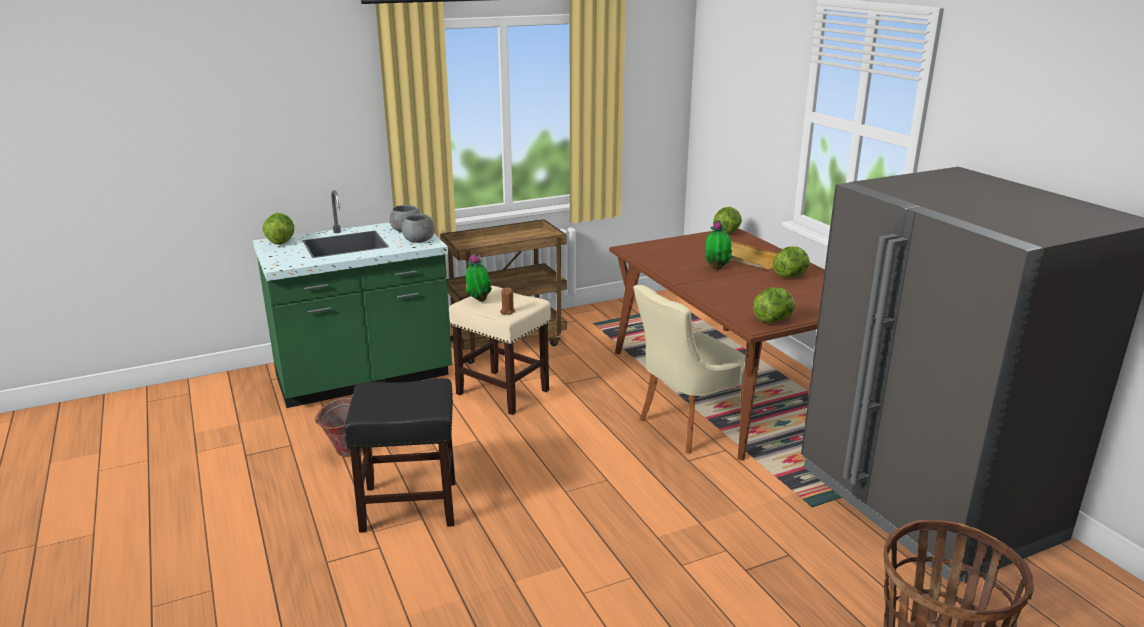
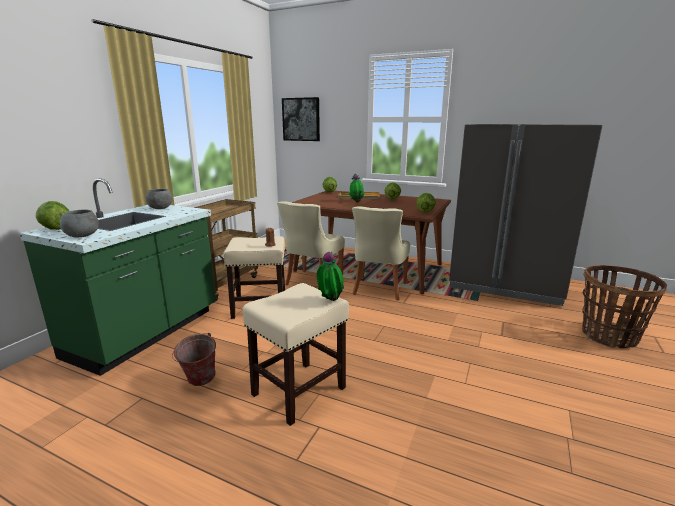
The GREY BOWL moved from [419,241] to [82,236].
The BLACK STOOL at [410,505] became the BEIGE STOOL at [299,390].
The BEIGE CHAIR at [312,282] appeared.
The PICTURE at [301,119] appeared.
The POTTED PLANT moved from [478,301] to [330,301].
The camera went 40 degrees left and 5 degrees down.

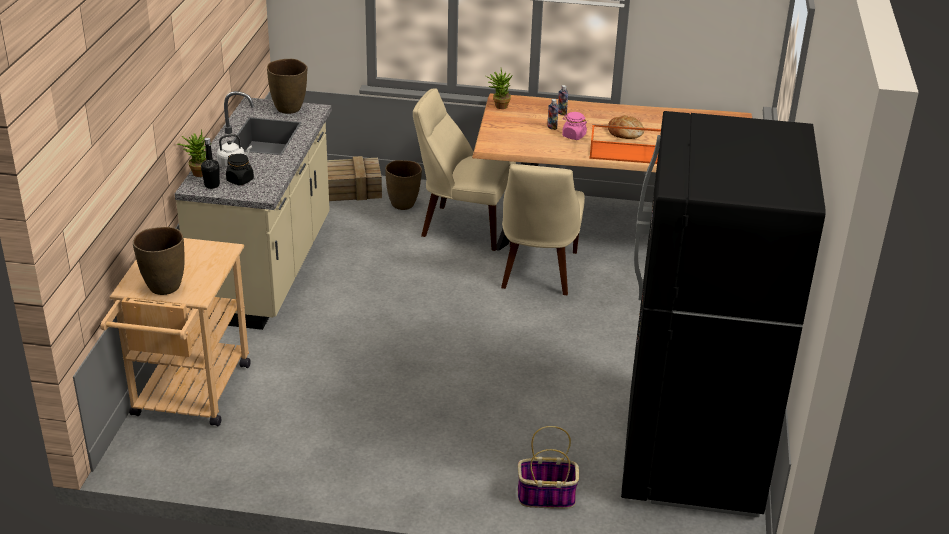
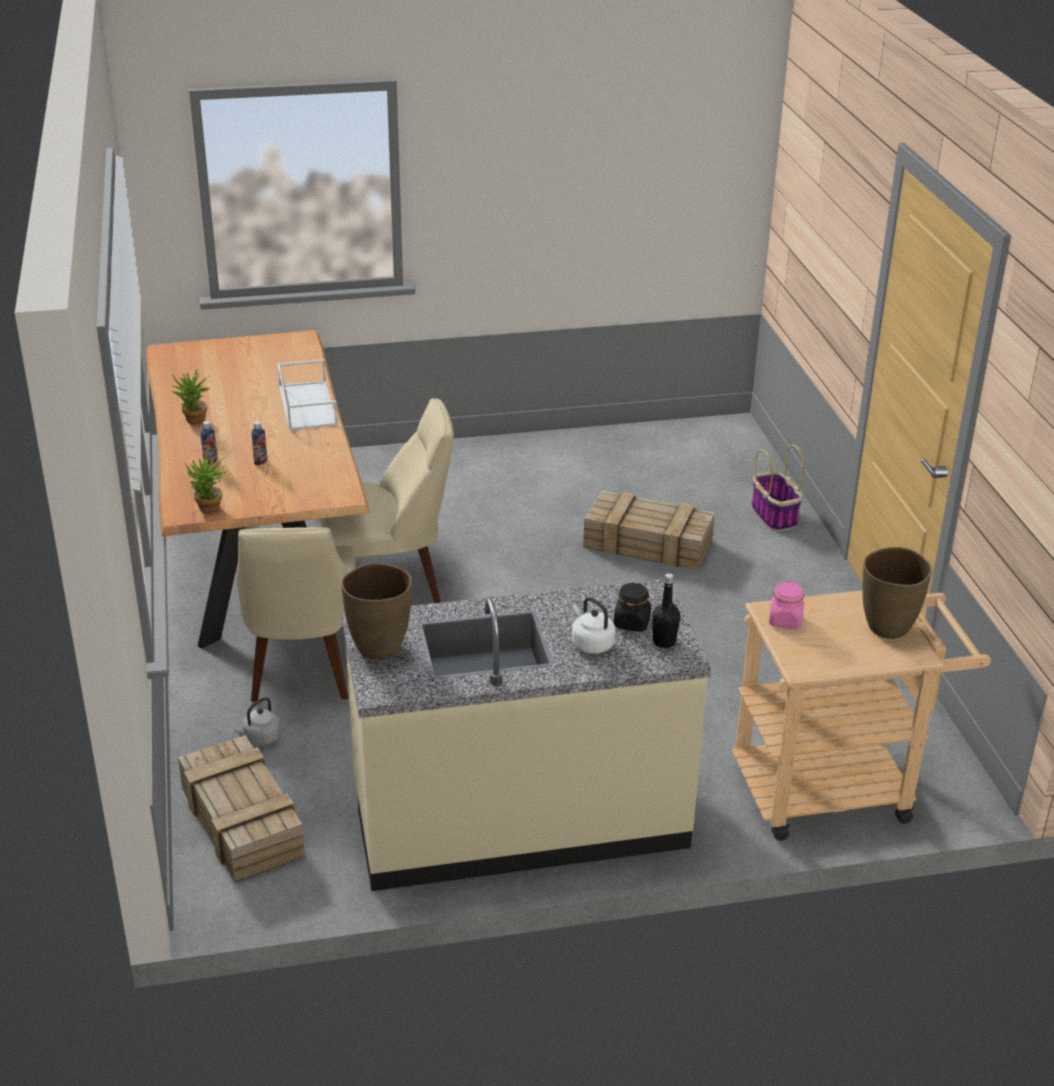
The POTTED PLANT moved from [197,172] to [194,422].
The BROWN VASE at [403,204] was replaced by the GREY KETTLE at [261,739].
The ORANGE TRAY at [626,152] became the WHITE TRAY at [306,405].
The CRATE at [650,544] appeared.
The PINK JAR moved from [573,136] to [785,621].
The BREAD at [625,132] disappeared.
The BLACK FRIDGE at [692,457] disappeared.
The camera went 110 degrees left and 0 degrees up.

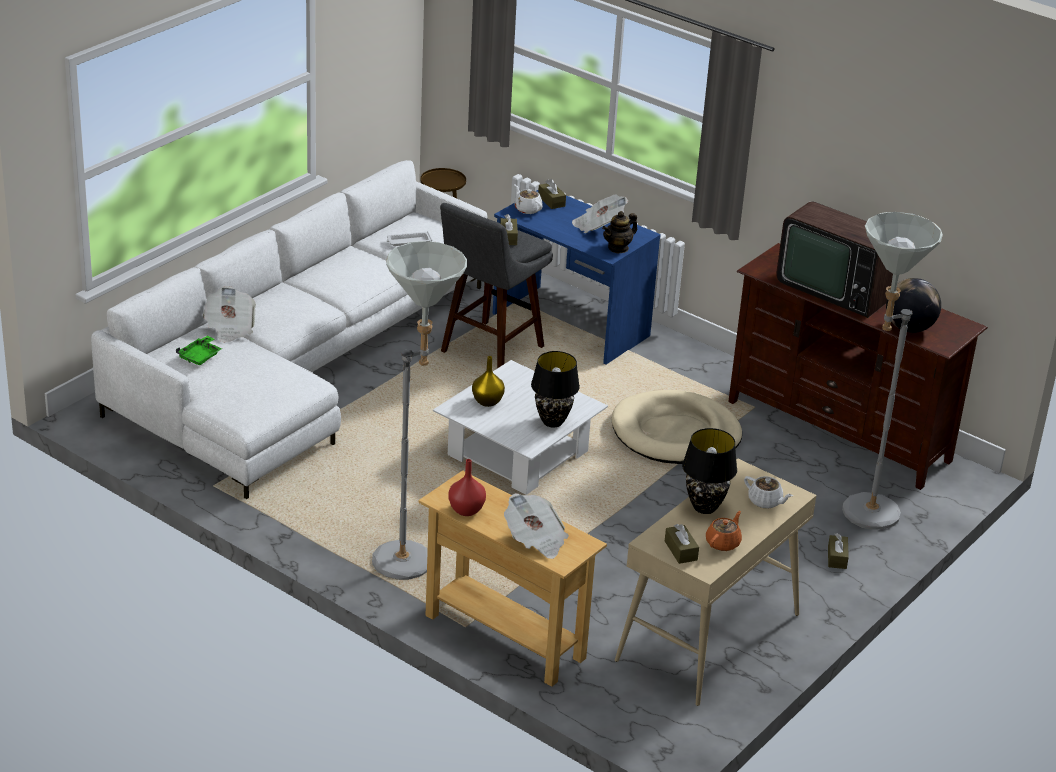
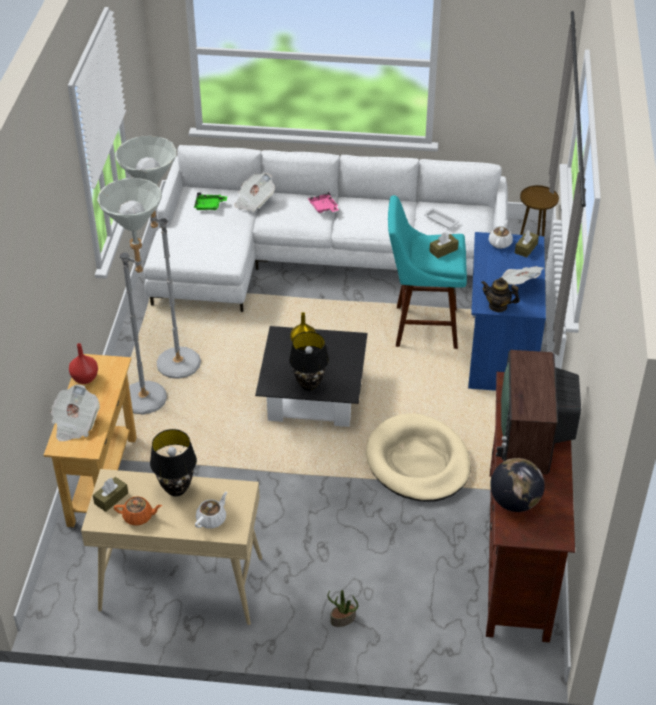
The GREY FLOOR LAMP moved from [859,514] to [172,359].
The WHITE TEAPOT at [765,502] turned 150 degrees counterclockwise.
The WHITE COFFEE TABLE at [518,454] became the BLACK COFFEE TABLE at [313,395].
The PINK TRAY at [323,207] appeared.
The BROWN TISSUE BOX at [837,557] was replaced by the POTTED PLANT at [343,619].
The GREY STOOL at [489,352] became the TURQUOISE STOOL at [421,327].
The camera went 60 degrees right and 10 degrees up.

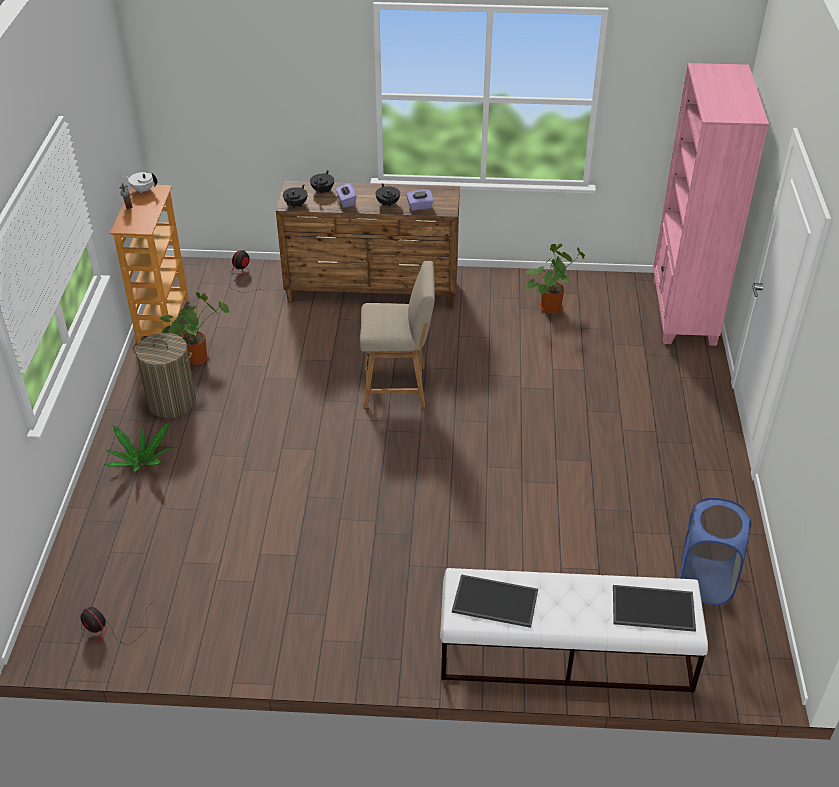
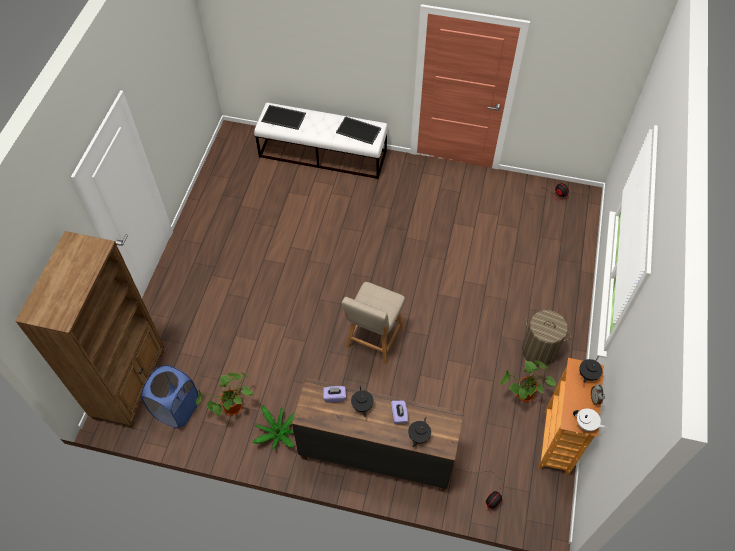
The PINK BOOKCASE at [683,312] became the BROWN BOOKCASE at [130,384].
The BLUE LAUNDRY BASKET moved from [705,581] to [177,408].
The POTTED PLANT moved from [141,463] to [278,433].
The BEIGE CHAIR at [399,386] turned 75 degrees counterclockwise.
The BLACK TEAPOT moved from [296,204] to [587,374].
The camera went 170 degrees left and 15 degrees up.

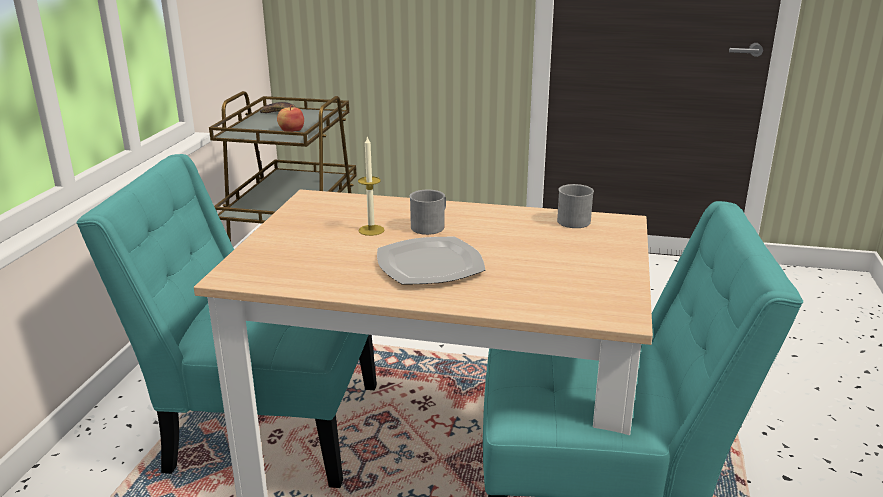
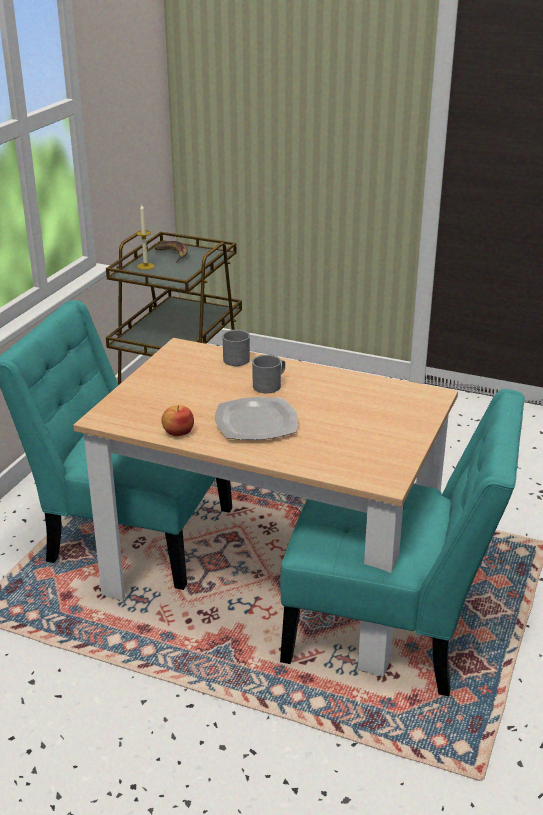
The CANDLE moved from [371,230] to [145,266].
The APPLE moved from [291,130] to [178,432].
The GREY MUG moved from [574,219] to [238,358].
The camera went 10 degrees right and 5 degrees up.

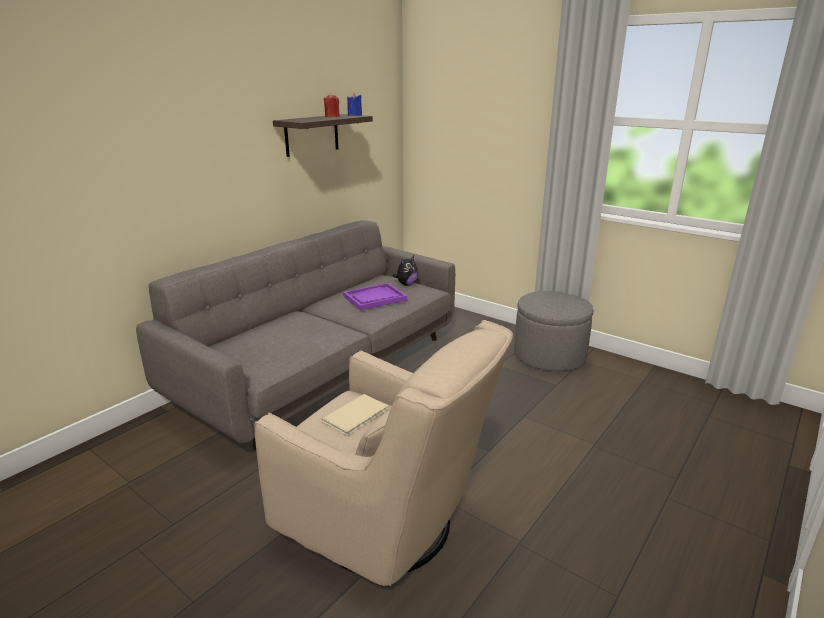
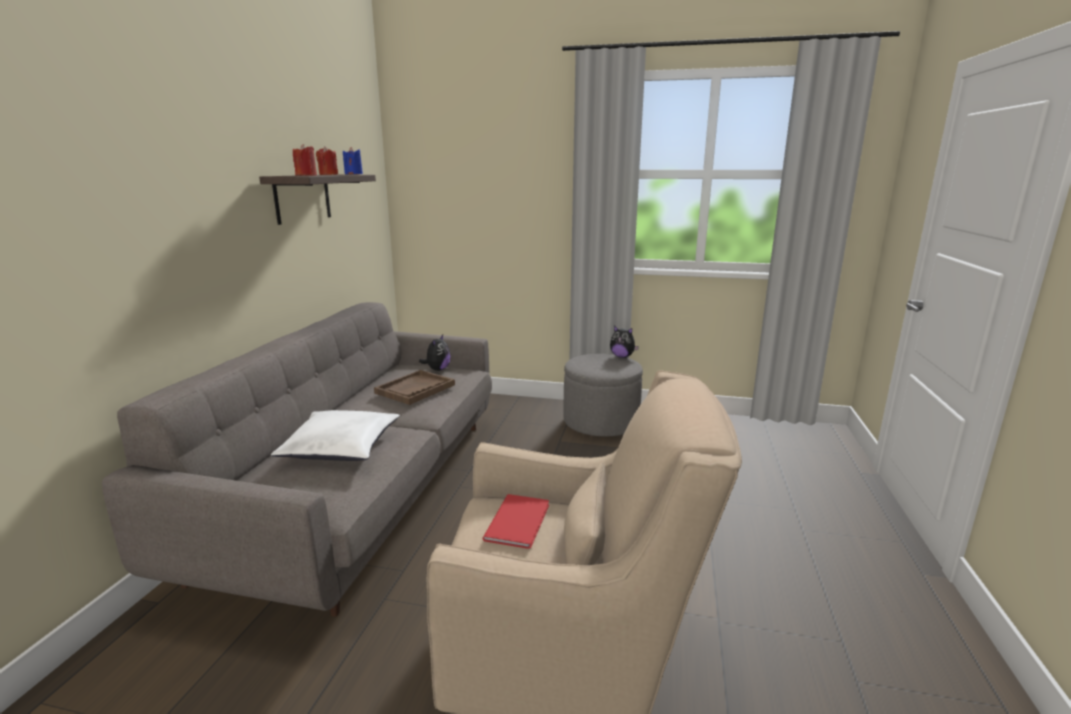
The WHITE PILLOW at [339,447] appeared.
The RED CANDLE at [306,175] appeared.
The PURPLE TRAY at [374,298] became the BROWN TRAY at [415,389].
The BEIGE BOOK at [358,415] became the RED BOOK at [520,521].
The PLUSH TOY at [622,356] appeared.
The camera went 25 degrees left and 5 degrees down.

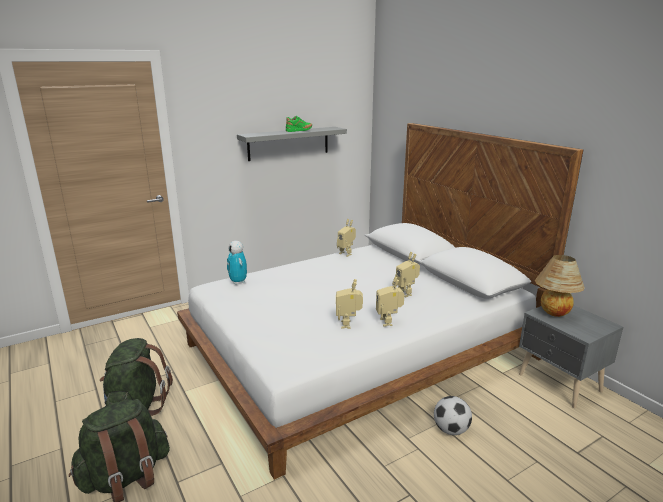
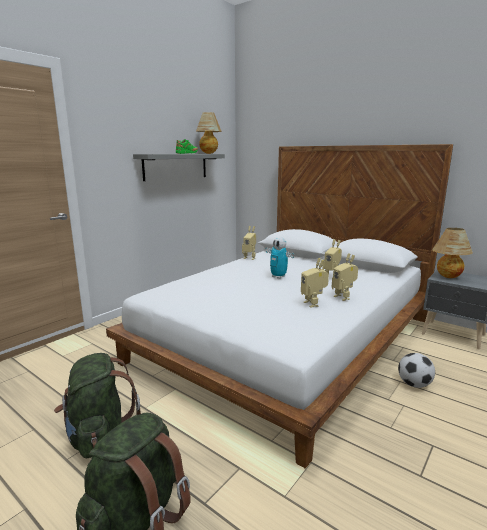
The TABLE LAMP at [209,153] appeared.
The TOY ROBOT moved from [238,282] to [278,277].
The camera went 20 degrees left and 5 degrees down.

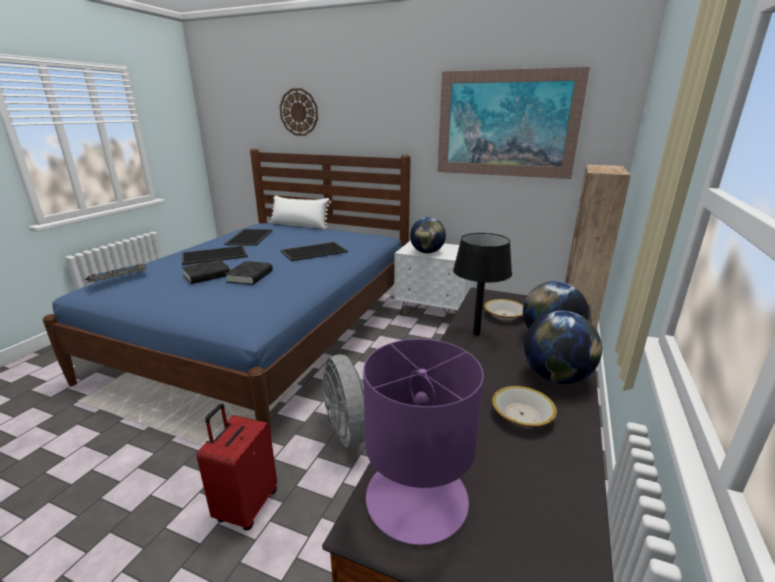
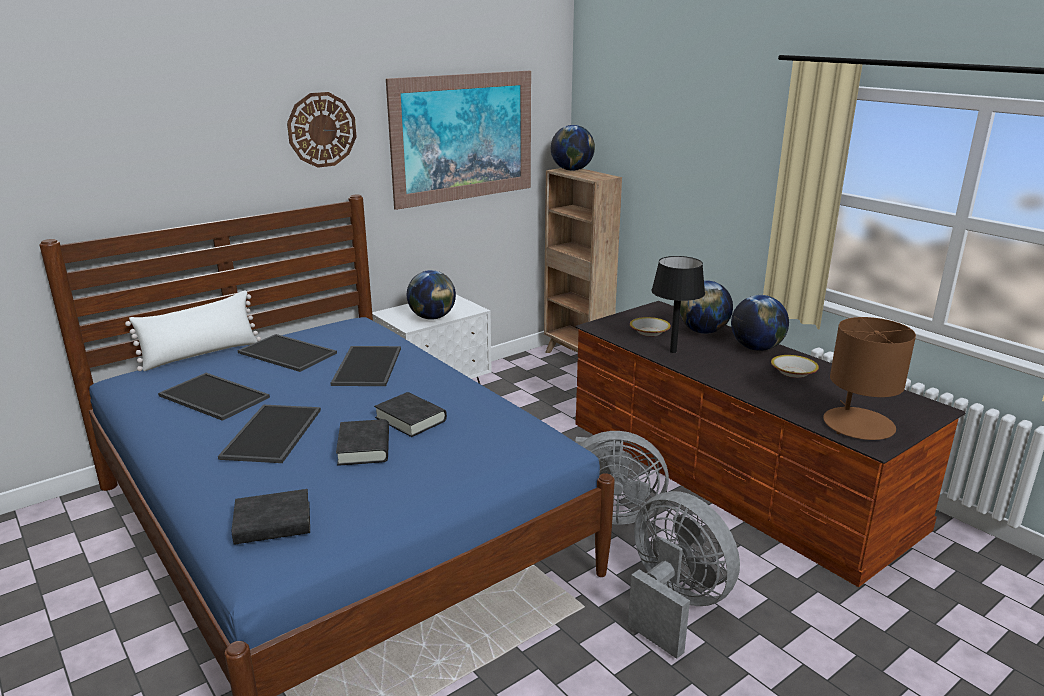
The KEYBOARD at [118,280] was replaced by the BLACK BOOK at [273,523].
The TRAY at [289,353] appeared.
The WALL CLOCK moved from [299,112] to [322,130].
The GLOBE at [572,170] appeared.
The RED SUITCASE at [246,506] was replaced by the GREY FAN at [674,604].
The PURPLE TABLE LAMP at [418,499] became the BROWN TABLE LAMP at [858,424].
The camera went 60 degrees left and 0 degrees up.

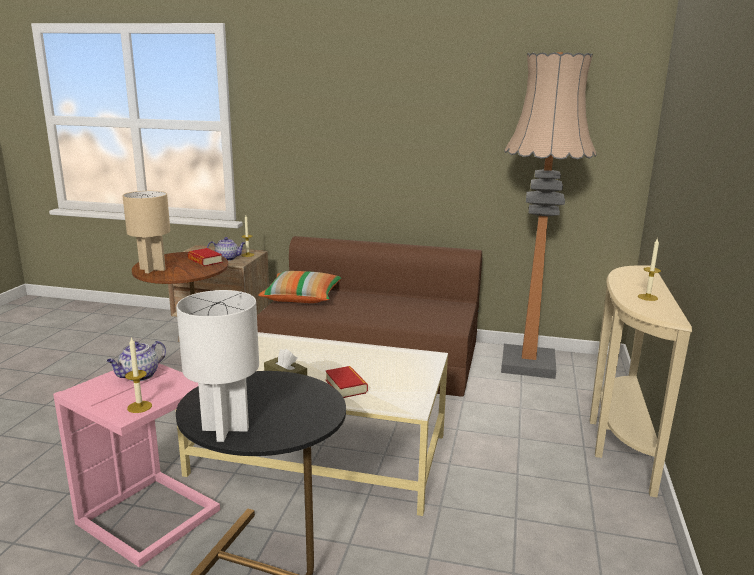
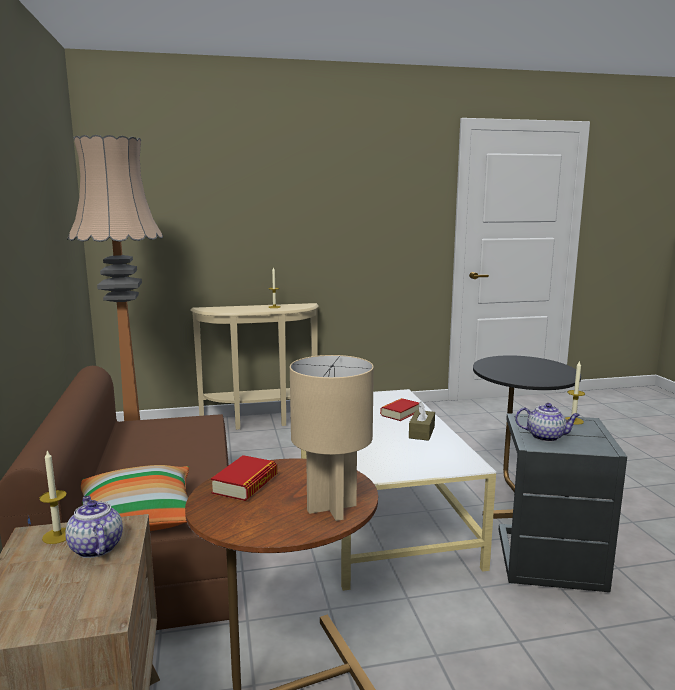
The PINK SIDE TABLE at [149,520] became the GREY SIDE TABLE at [550,558].
The WHITE TABLE LAMP at [225,429] disappeared.
The camera went 115 degrees left and 5 degrees down.

